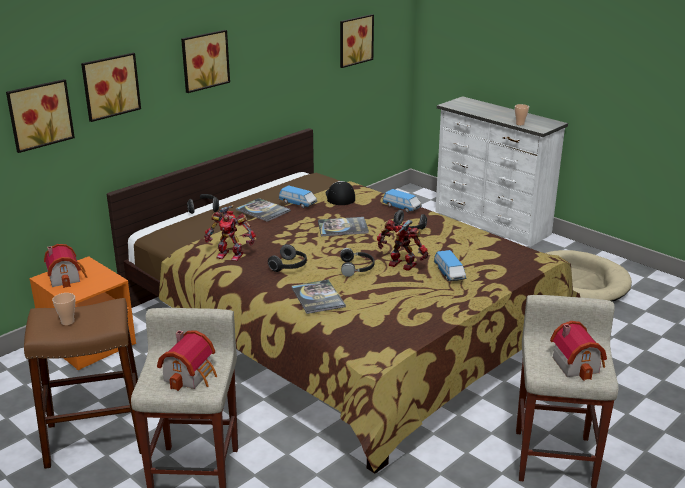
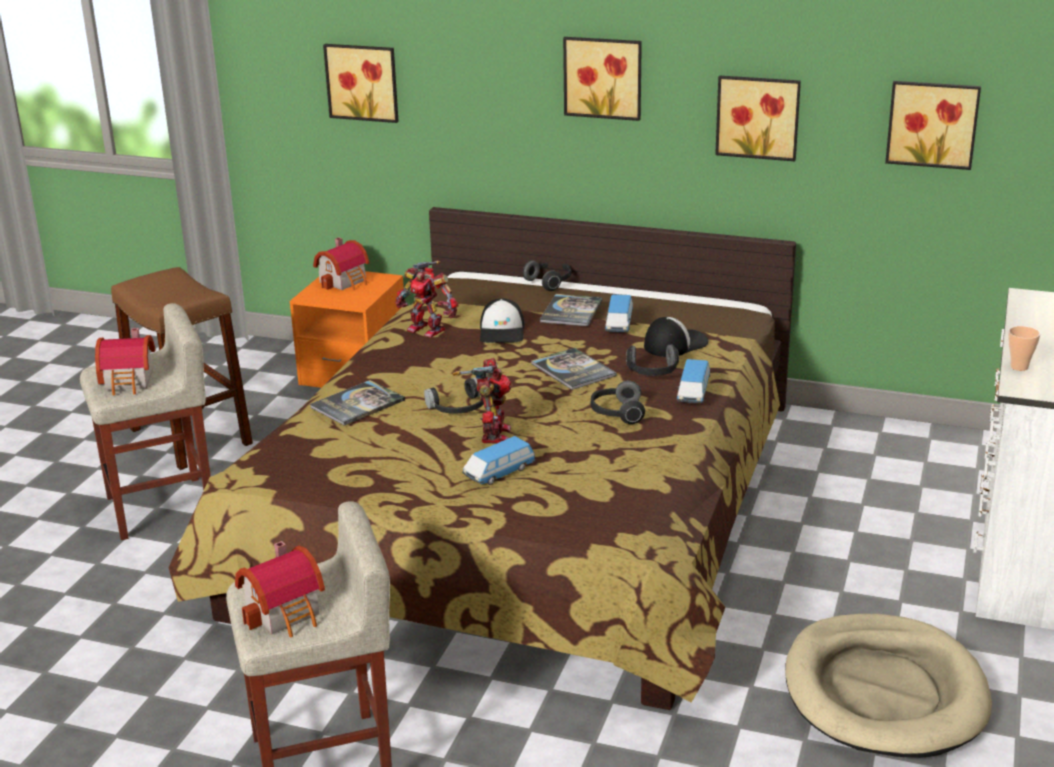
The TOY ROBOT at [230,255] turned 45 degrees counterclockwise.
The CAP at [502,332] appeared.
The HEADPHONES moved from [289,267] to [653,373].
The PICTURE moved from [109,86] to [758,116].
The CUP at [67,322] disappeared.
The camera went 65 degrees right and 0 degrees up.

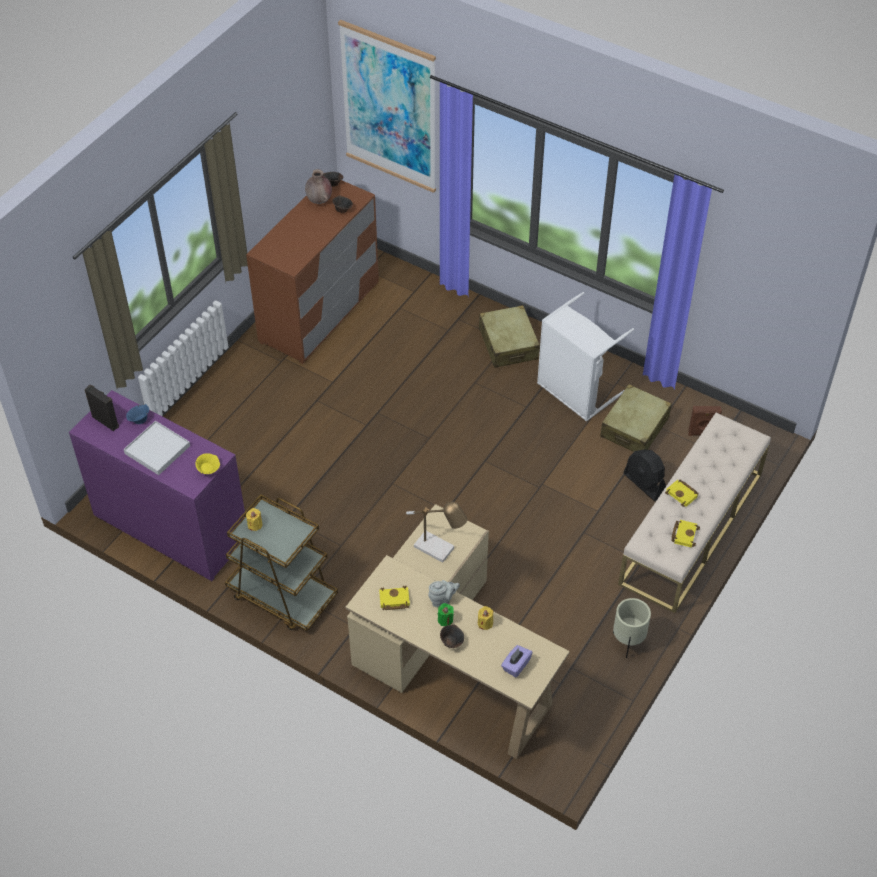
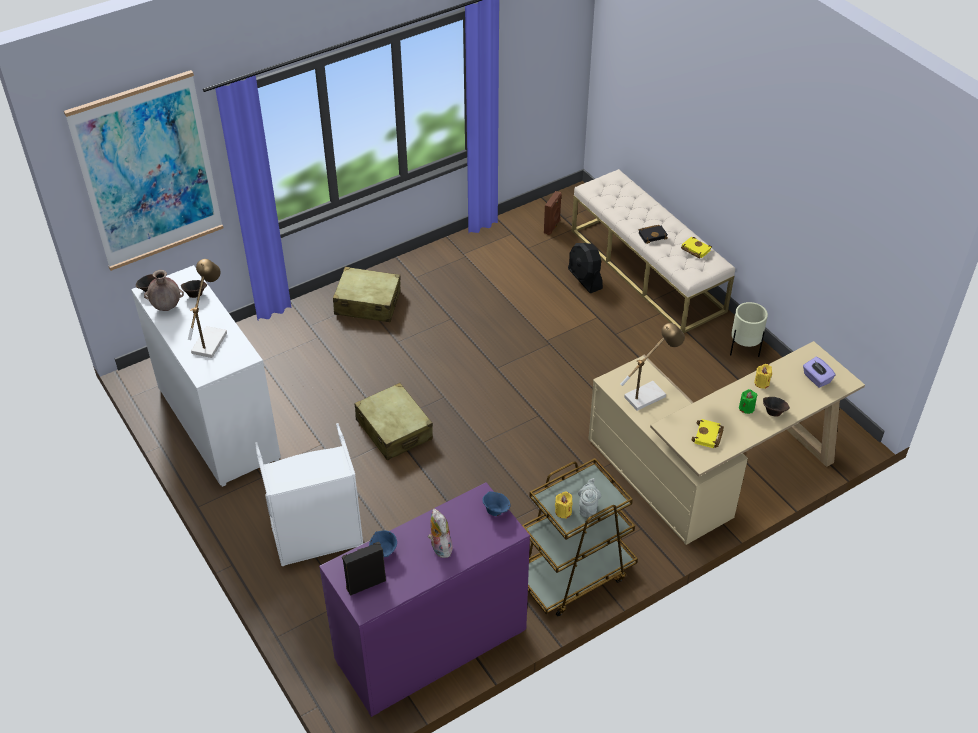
The BROWN DRESSER at [319,312] became the WHITE DRESSER at [218,424].
The TABLE LAMP at [211,339] appeared.
The WHITE LAUNDRY BASKET moved from [574,392] to [318,538].
The BEIGE SUITCASE moved from [634,427] to [394,429].
The WHITE TRAY at [157,450] was replaced by the PLUSH TOY at [439,547].
The YELLOW BOWL at [208,470] became the BLUE BOWL at [495,510].
The BLACK FAN at [644,484] turned 75 degrees clockwise.
The GREY TEAPOT moved from [442,599] to [588,508].
The YELLOW BOOK at [682,494] became the BLACK BOOK at [653,235].
The camera went 65 degrees left and 5 degrees down.

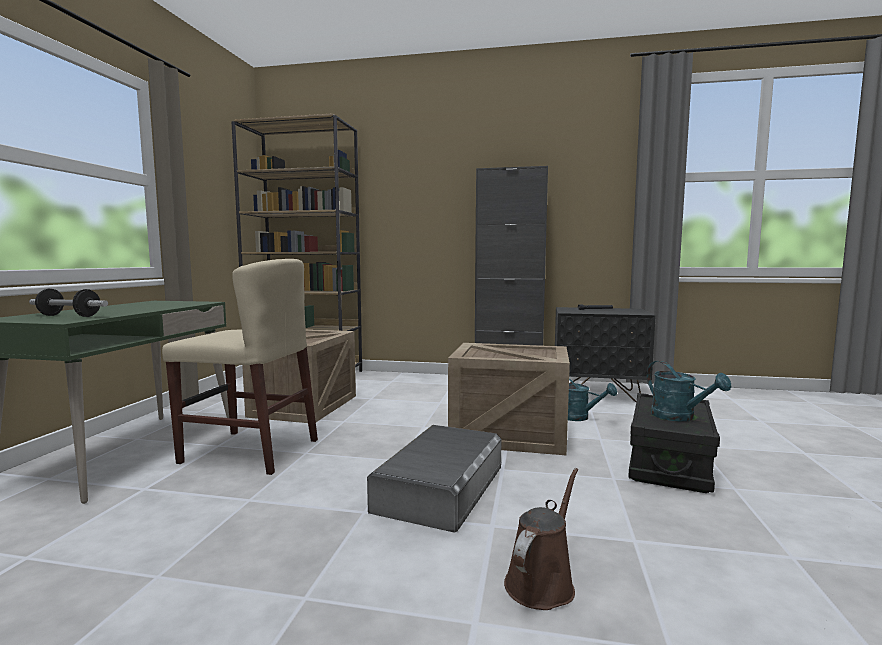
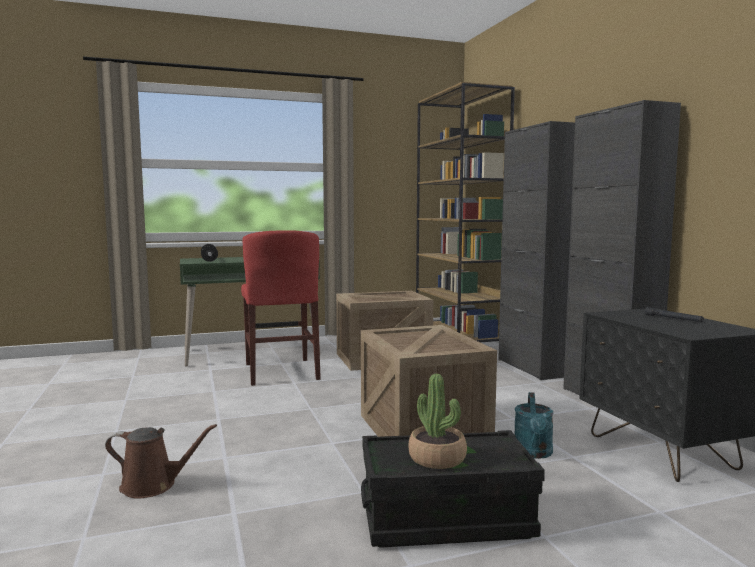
The BEIGE CHAIR at [250,451] became the RED CHAIR at [281,371].
The TURQUOISE WATERING CAN at [679,417] was replaced by the POTTED PLANT at [437,458].
The BLACK CABINET at [532,368] appeared.
The GREY STORAGE BOX at [440,487] disappeared.
The camera went 60 degrees right and 0 degrees up.

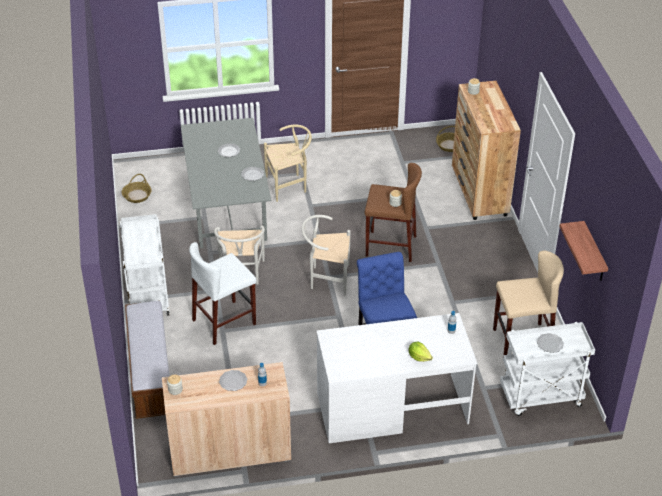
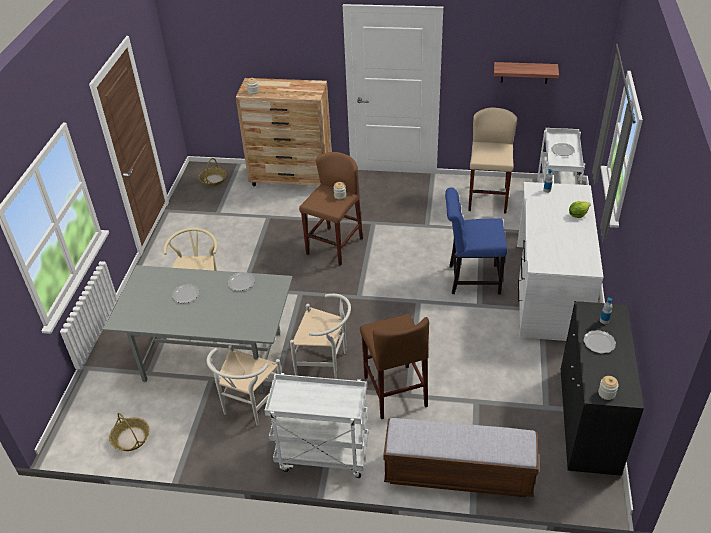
The WHITE CHAIR moved from [326,278] to [249,407].
The WHITE STOOL at [224,322] became the BROWN STOOL at [395,391].
The BEIGE CABINET at [230,451] became the BLACK CABINET at [588,420].
The camera went 70 degrees left and 0 degrees up.

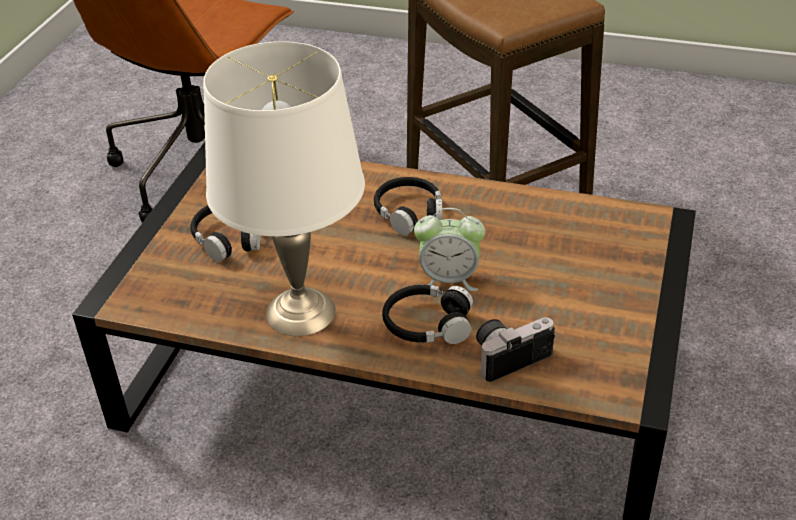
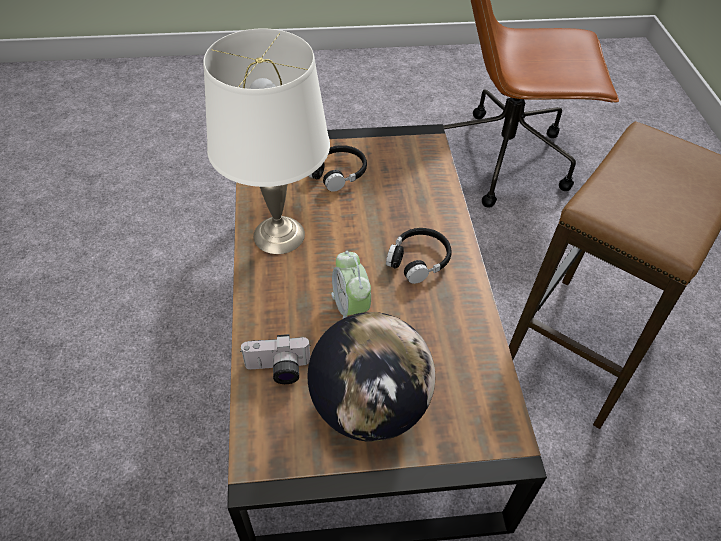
The PHOTO CAMERA at [509,355] turned 135 degrees clockwise.
The GLOBE at [369,406] appeared.
The BLACK HEADPHONES at [427,324] disappeared.
The camera went 65 degrees right and 10 degrees up.

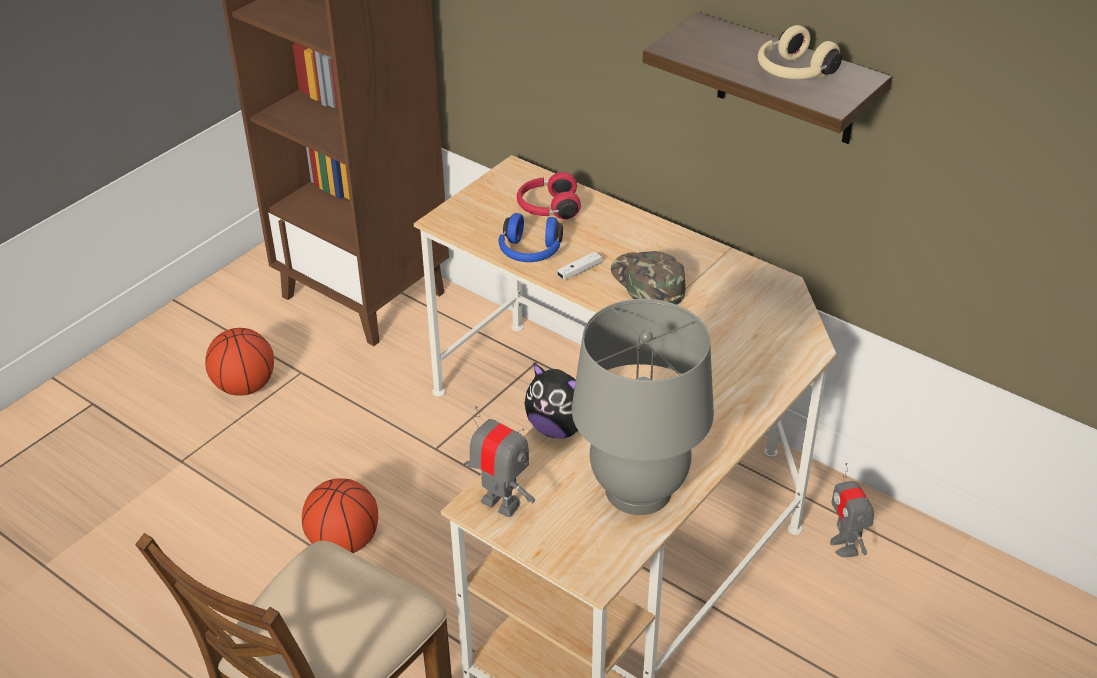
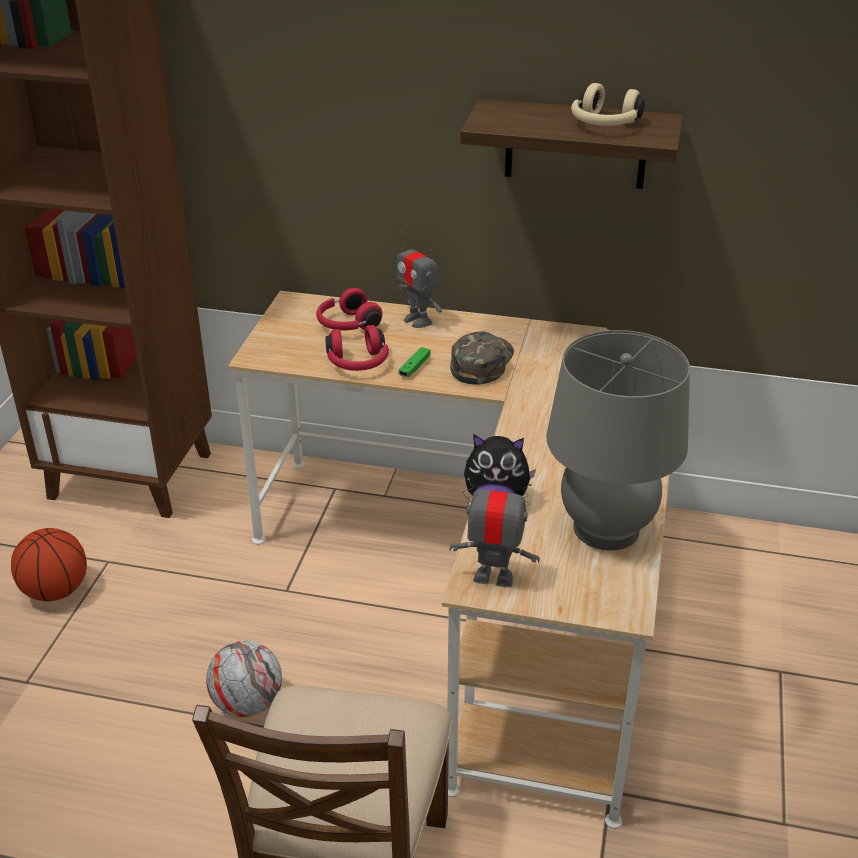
The BASKETBALL at [343,542] was replaced by the FOOTBALL at [247,703].
The BLUE HEADPHONES at [530,252] became the RED HEADPHONES at [358,363].
The TOY ROBOT moved from [845,546] to [418,320].
The WHITE GAME CONTROLLER at [579,271] became the GREEN GAME CONTROLLER at [414,367].
The GREEN CAP at [647,283] turned 75 degrees clockwise.
The camera went 25 degrees left and 5 degrees down.

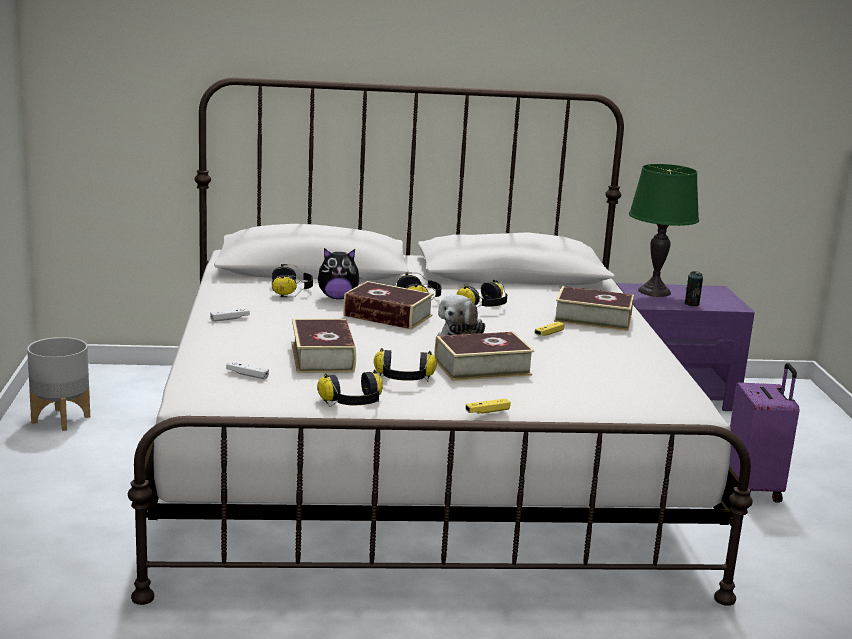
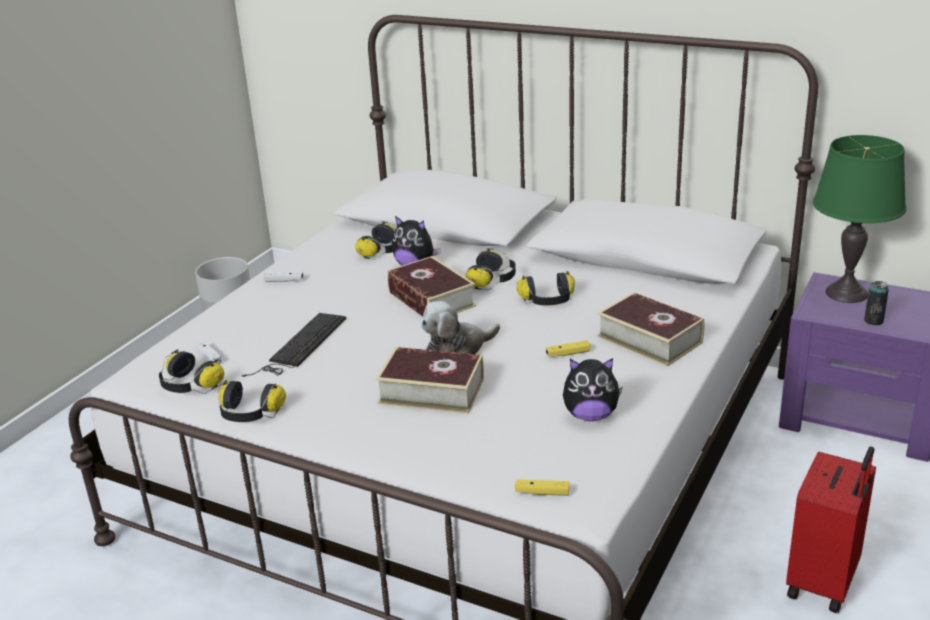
The HEADPHONES moved from [404,379] to [189,386].
The BOOK at [322,357] was replaced by the KEYBOARD at [300,346].
The YELLOW GAME CONTROLLER moved from [487,411] to [542,492].
The PLUSH TOY at [590,415] appeared.
The PURPLE SUITCASE at [754,488] became the RED SUITCASE at [824,583].
The camera went 35 degrees right and 10 degrees up.

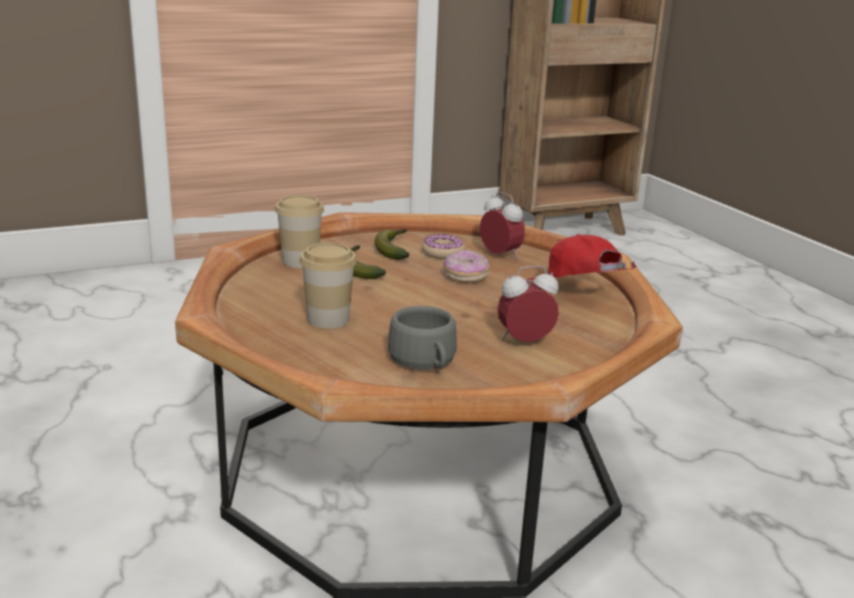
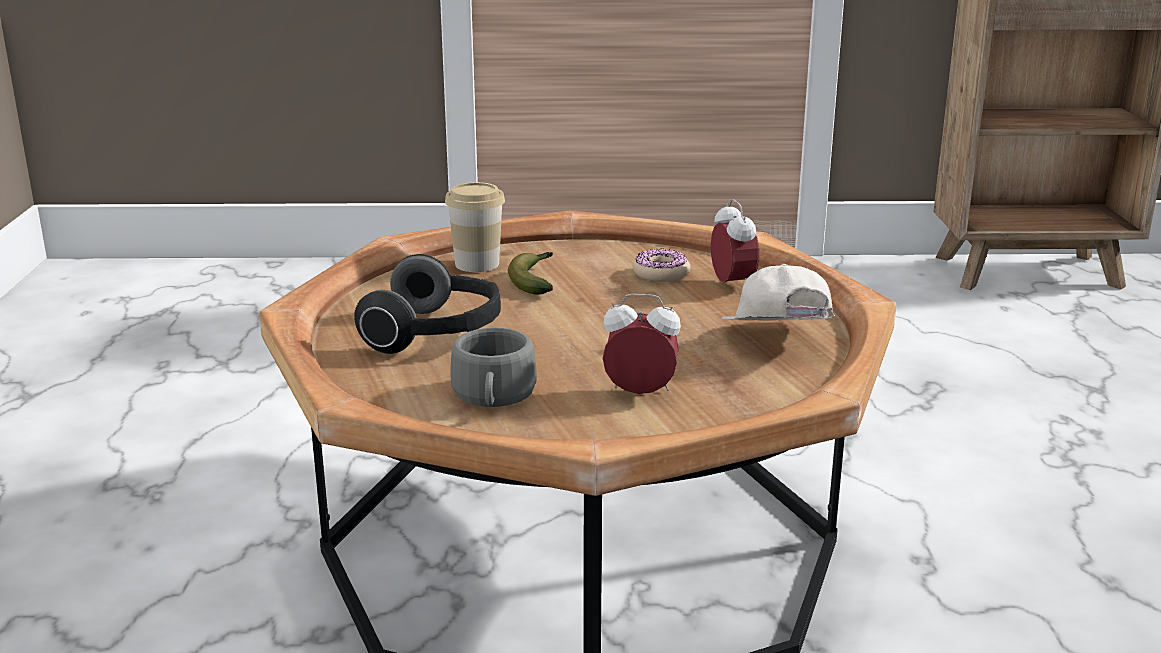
The CUP at [328,319] was replaced by the HEADPHONES at [436,334].
The RED CAP at [574,294] became the WHITE CAP at [776,345].
The BANANA at [394,249] disappeared.
The DONUT at [465,276] disappeared.
The camera went 25 degrees right and 0 degrees up.

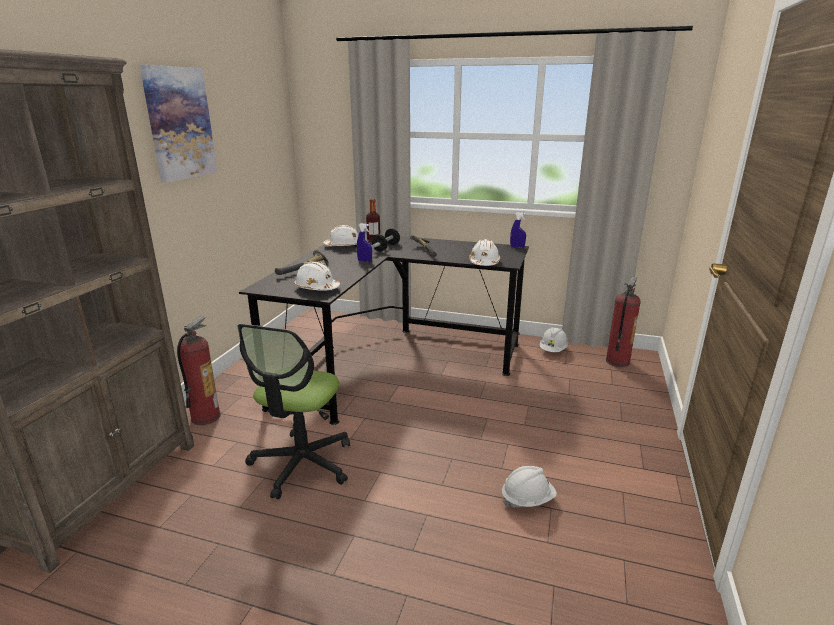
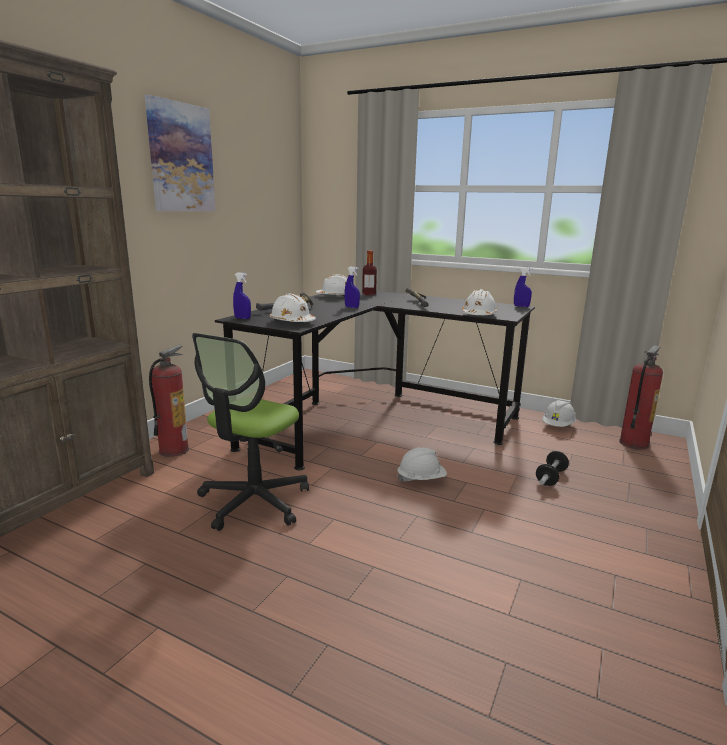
The BLUE SPRAY BOTTLE at [242,318] appeared.
The WHITE HARD HAT moved from [527,499] to [421,479].
The DUMBBELL moved from [386,248] to [551,477].
The camera went 10 degrees right and 5 degrees down.

